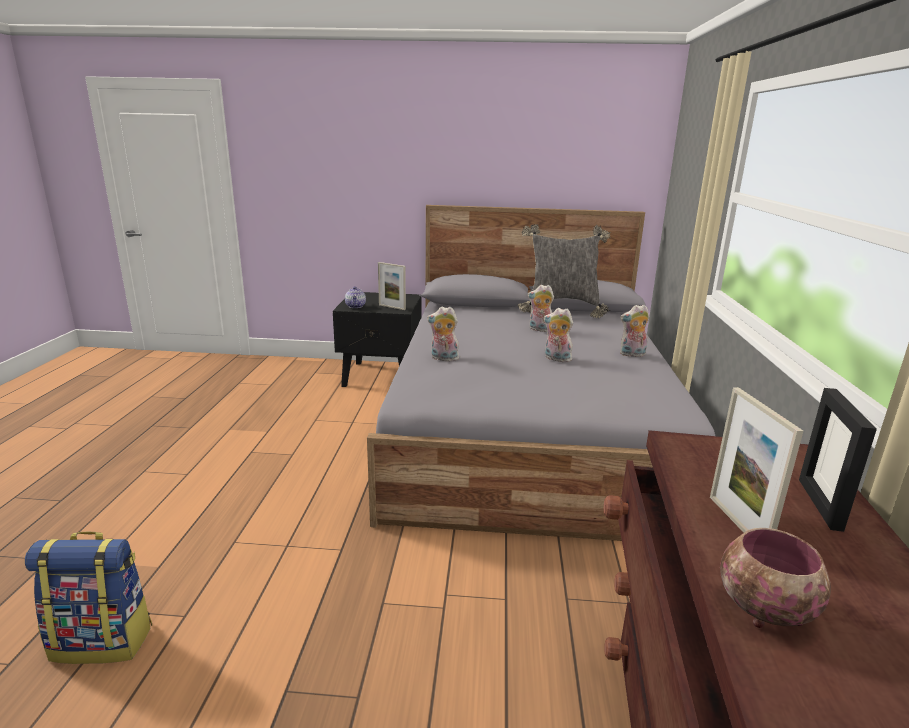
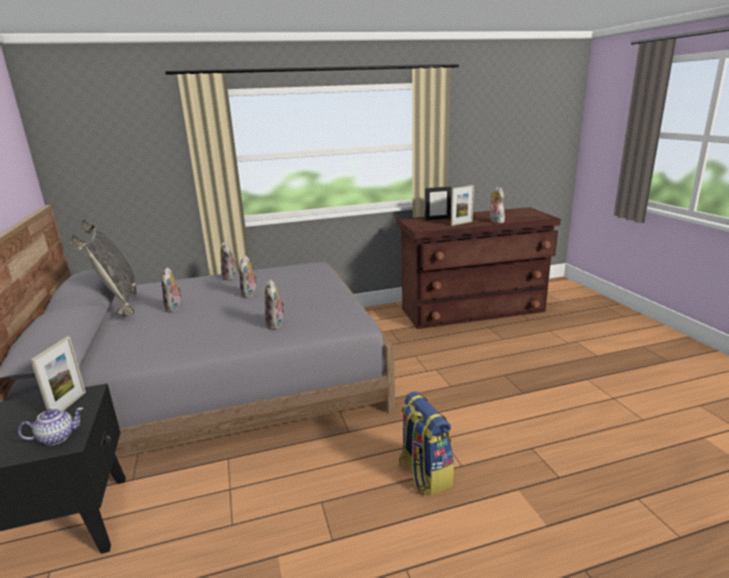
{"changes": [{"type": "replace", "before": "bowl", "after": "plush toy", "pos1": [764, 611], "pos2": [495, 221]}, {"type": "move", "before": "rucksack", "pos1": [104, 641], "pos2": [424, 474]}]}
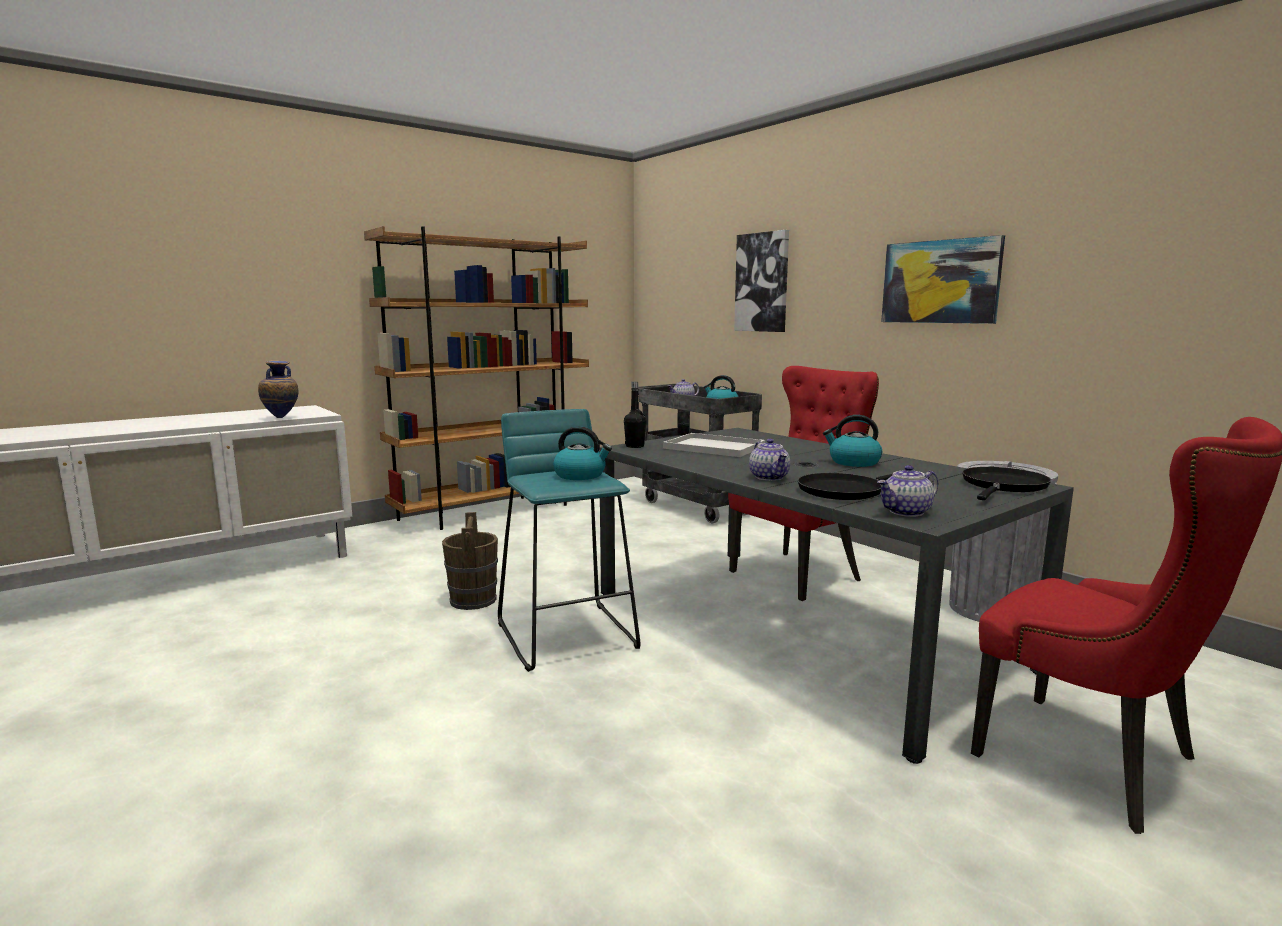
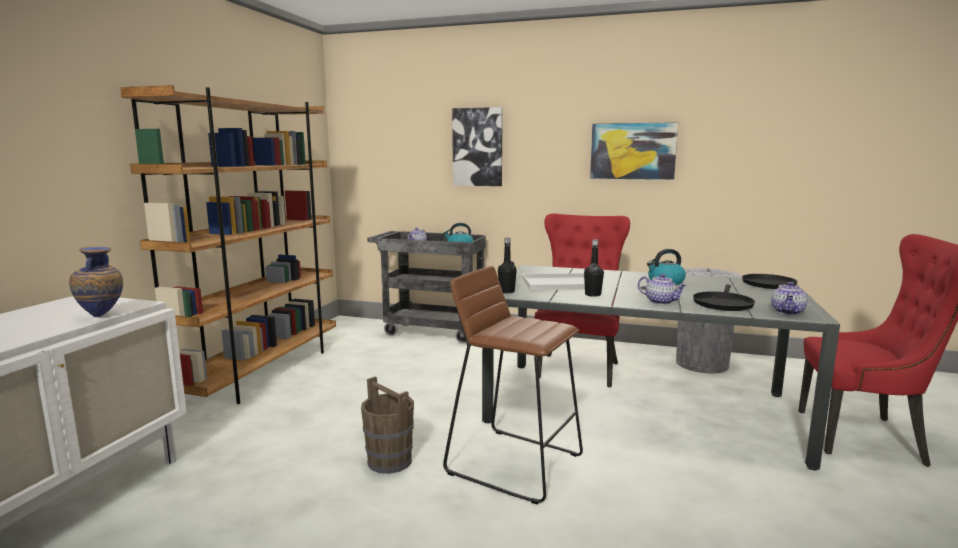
{"changes": [{"type": "recolor", "before": "turquoise stool seat", "after": "brownish stool seat", "pos1": [568, 634], "pos2": [514, 463]}, {"type": "delete", "before": "water kettle", "pos1": [581, 475]}, {"type": "insert", "after": "black-coloured bottle", "pos2": [592, 294]}]}
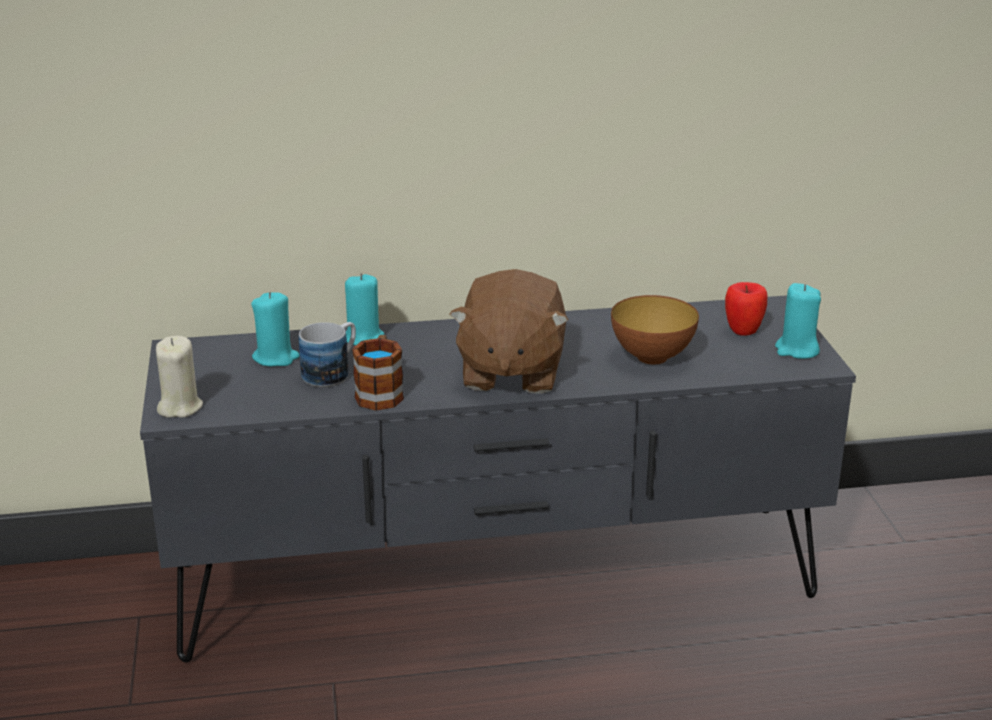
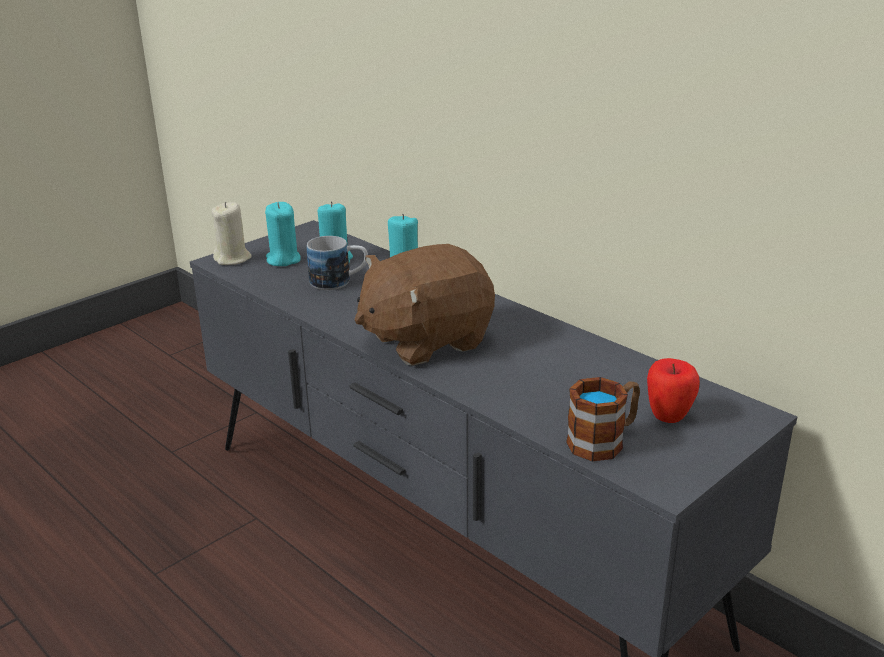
{"changes": [{"type": "move", "before": "turquoise candle", "pos1": [796, 350], "pos2": [283, 260]}, {"type": "delete", "before": "bowl", "pos1": [652, 357]}, {"type": "move", "before": "tea mug", "pos1": [380, 392], "pos2": [604, 441]}]}
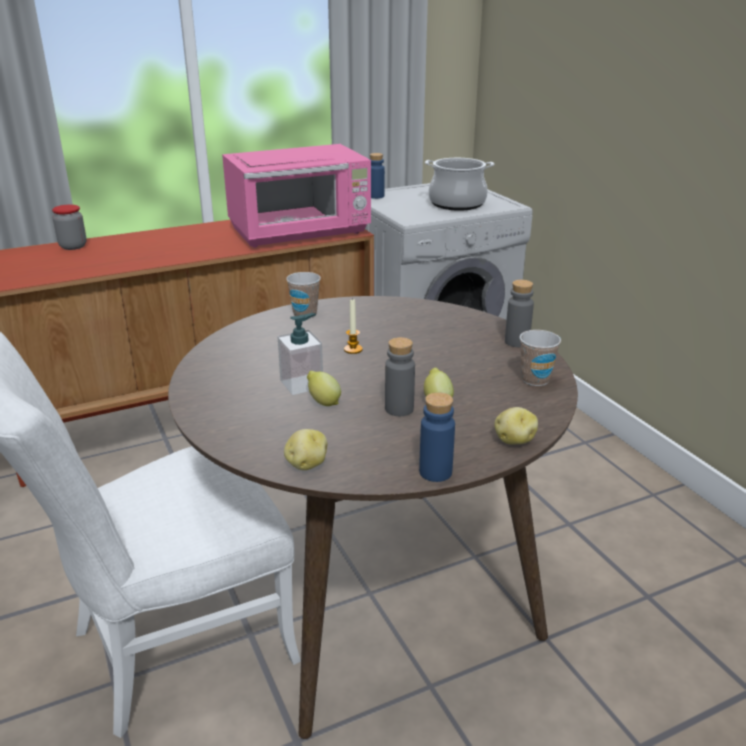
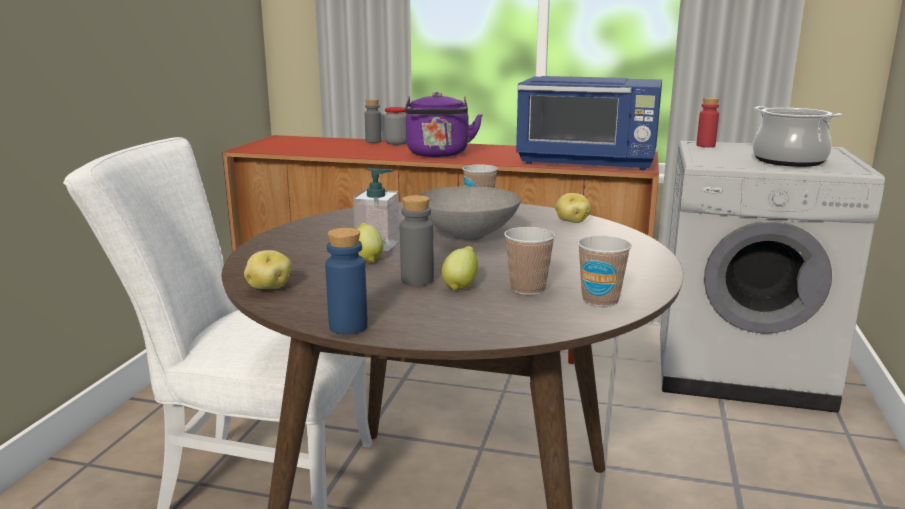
{"changes": [{"type": "recolor", "before": "pink-coloured microwave oven", "after": "bluish microwave oven", "pos1": [301, 233], "pos2": [589, 162]}, {"type": "recolor", "before": "bluish bottle", "after": "reddish bottle", "pos1": [376, 196], "pos2": [705, 145]}, {"type": "move", "before": "grey bottle", "pos1": [517, 342], "pos2": [373, 141]}, {"type": "replace", "before": "candle", "after": "grey bowl", "pos1": [353, 349], "pos2": [468, 236]}, {"type": "move", "before": "spud", "pos1": [513, 440], "pos2": [572, 221]}, {"type": "insert", "after": "purple water kettle", "pos2": [438, 154]}, {"type": "insert", "after": "cup", "pos2": [527, 289]}]}
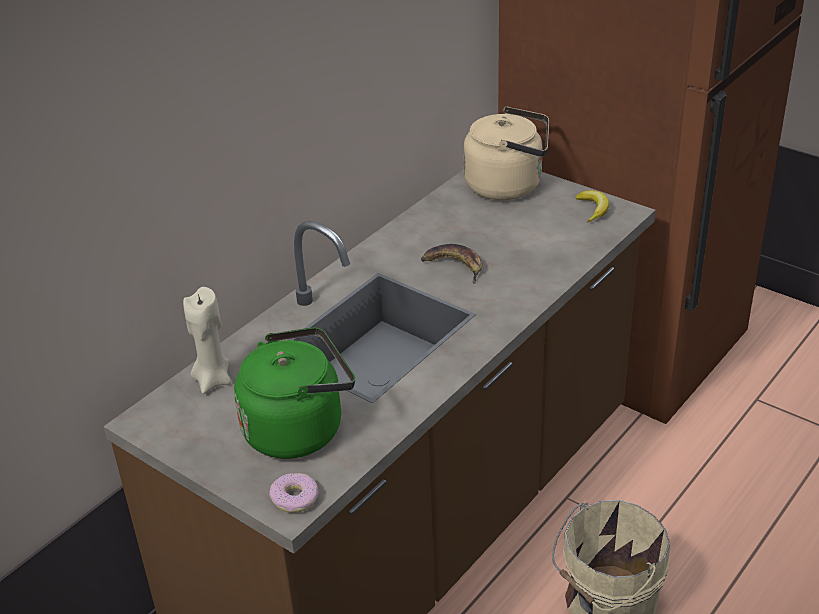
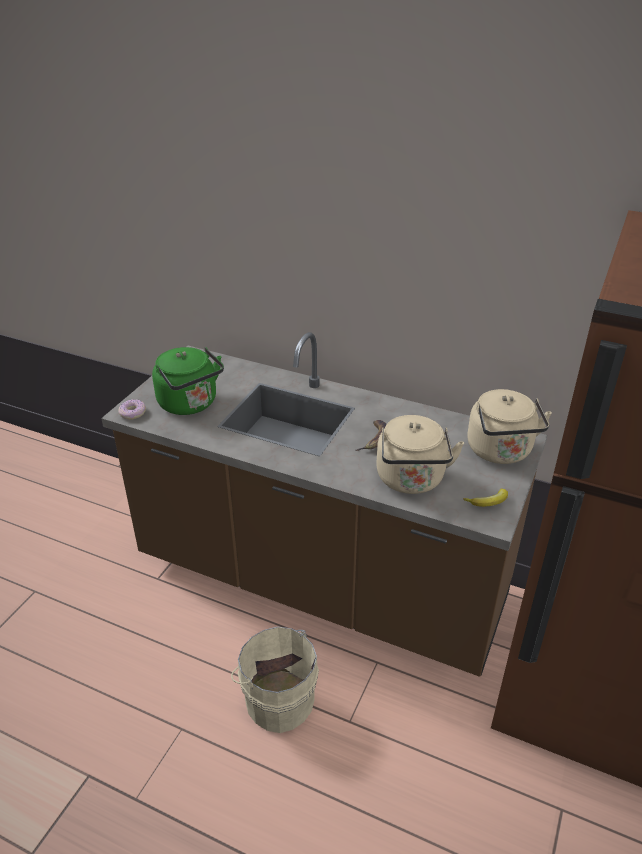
{"changes": [{"type": "delete", "before": "beige-coloured candle", "pos1": [213, 380]}, {"type": "insert", "after": "beige-coloured water kettle", "pos2": [411, 480]}]}
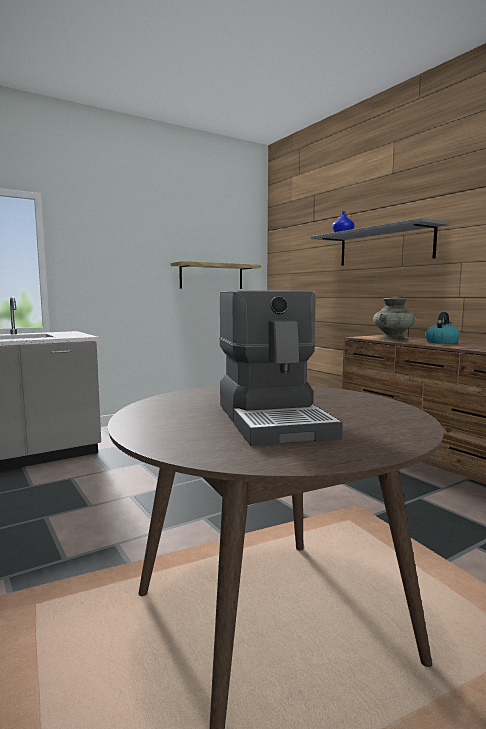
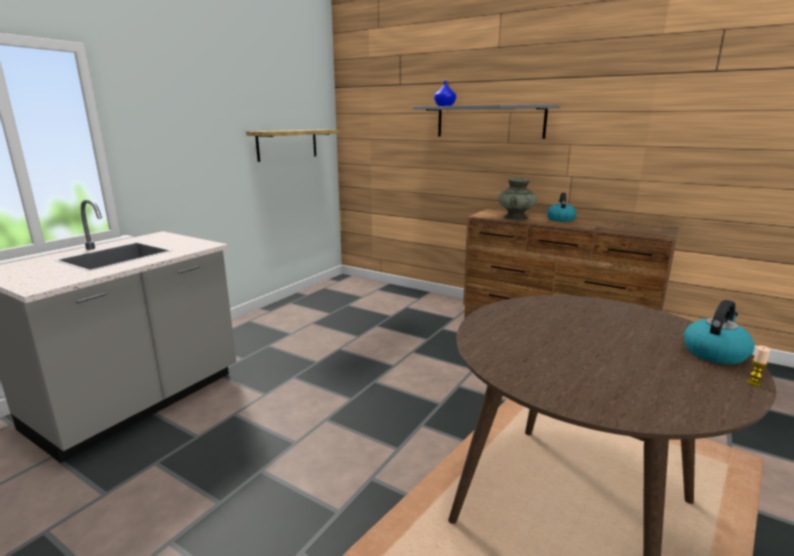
{"changes": [{"type": "delete", "before": "coffee maker", "pos1": [274, 420]}, {"type": "insert", "after": "water kettle", "pos2": [714, 352]}, {"type": "insert", "after": "candle", "pos2": [754, 382]}]}
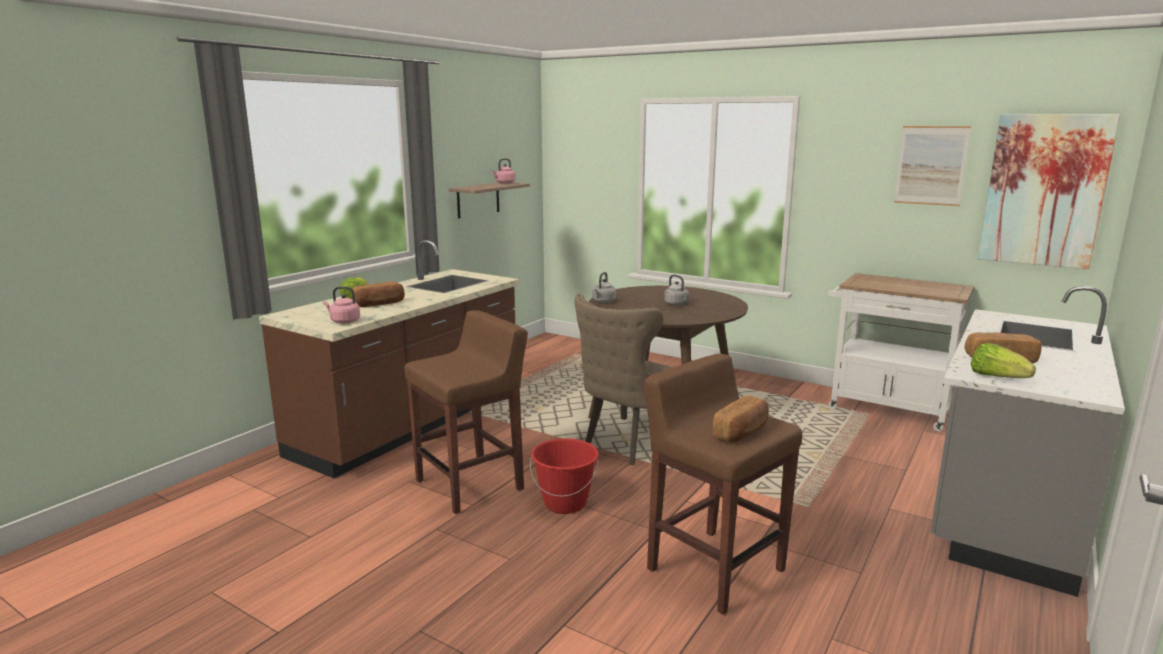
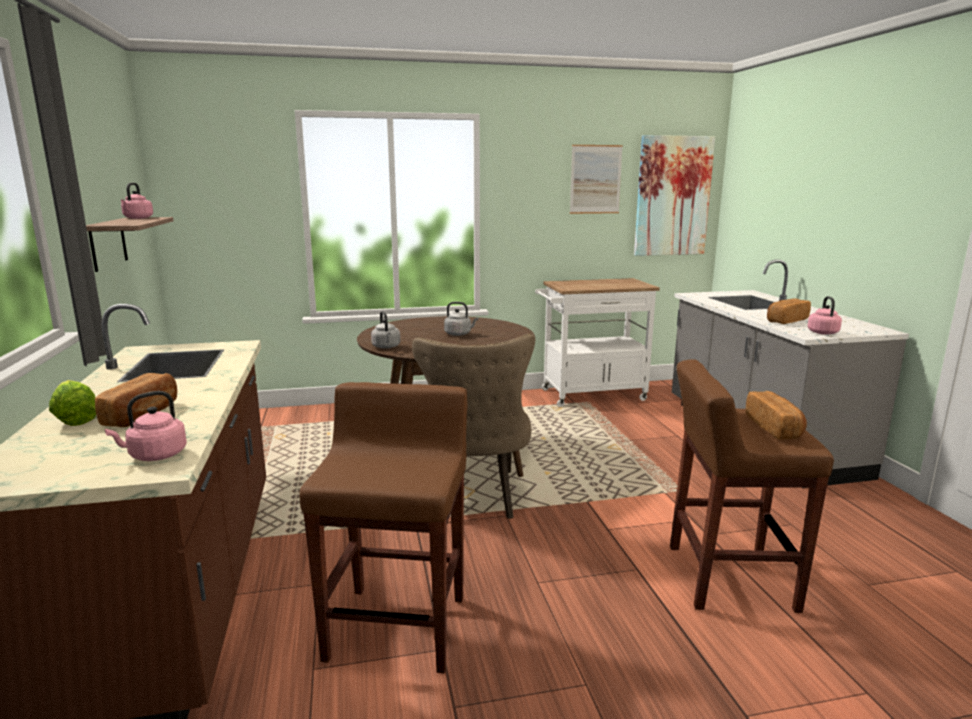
{"changes": [{"type": "replace", "before": "lettuce", "after": "pink-coloured water kettle", "pos1": [997, 377], "pos2": [822, 332]}, {"type": "delete", "before": "reddish bucket", "pos1": [565, 503]}]}
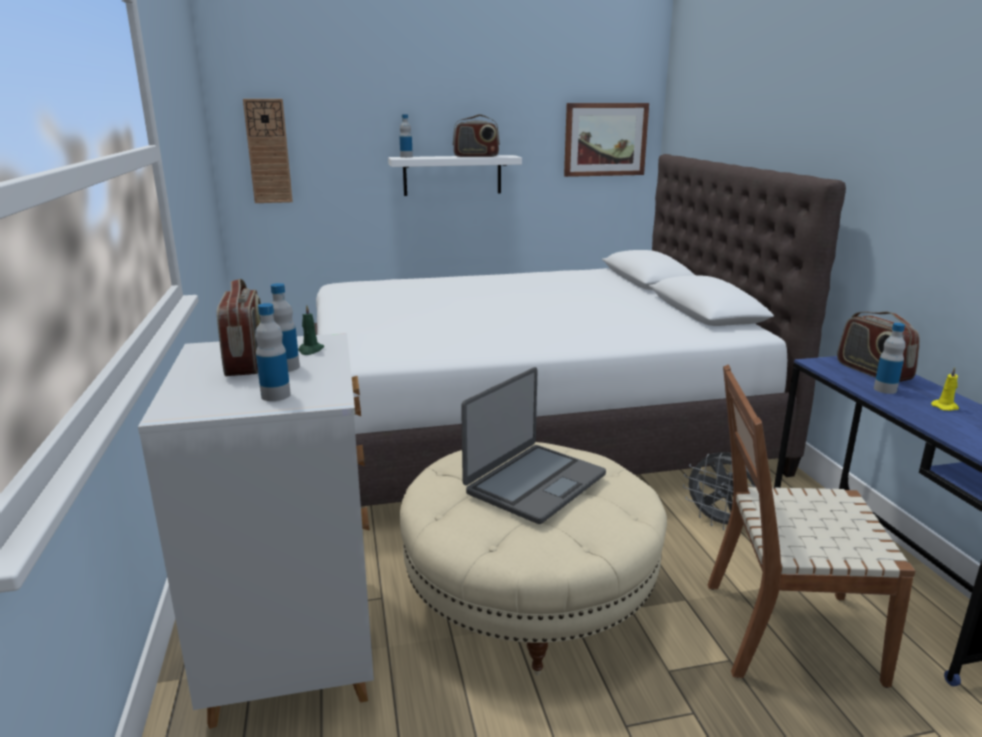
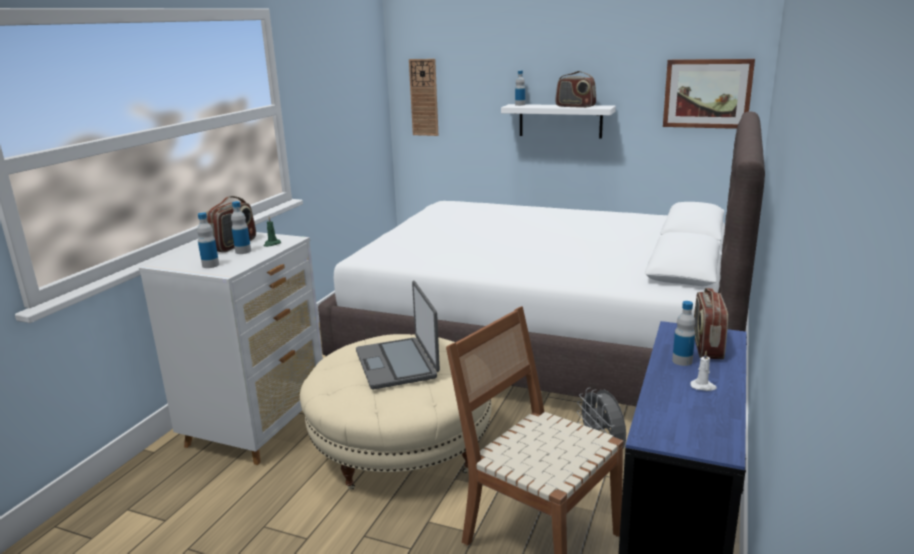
{"changes": [{"type": "rotate", "before": "notebook computer", "pos1": [534, 483], "pos2": [397, 364], "turn": 90}, {"type": "recolor", "before": "yellow-coloured candle", "after": "white candle", "pos1": [945, 407], "pos2": [703, 386]}]}
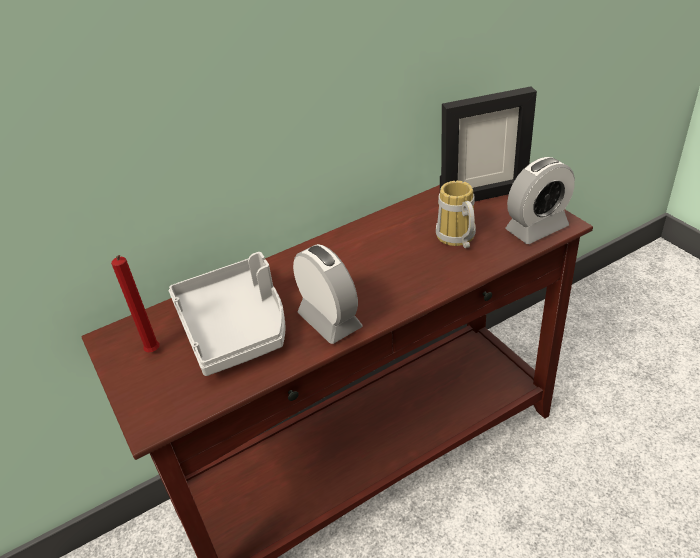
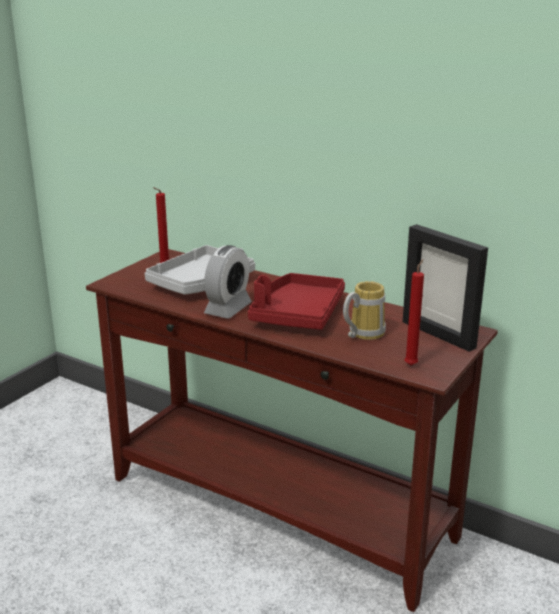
{"changes": [{"type": "replace", "before": "bedside clock", "after": "reddish candle", "pos1": [536, 228], "pos2": [411, 364]}, {"type": "insert", "after": "reddish tray", "pos2": [297, 314]}]}
